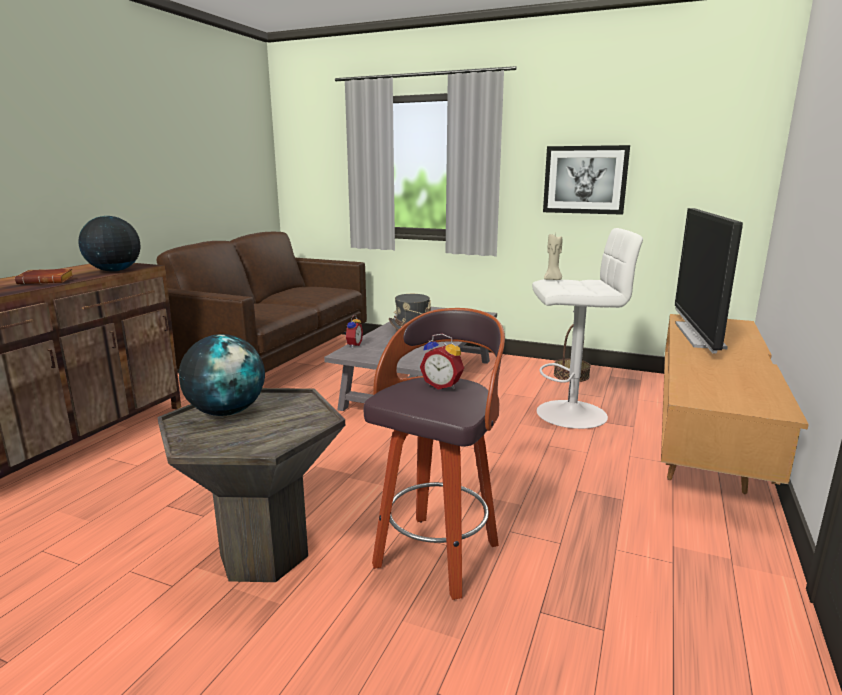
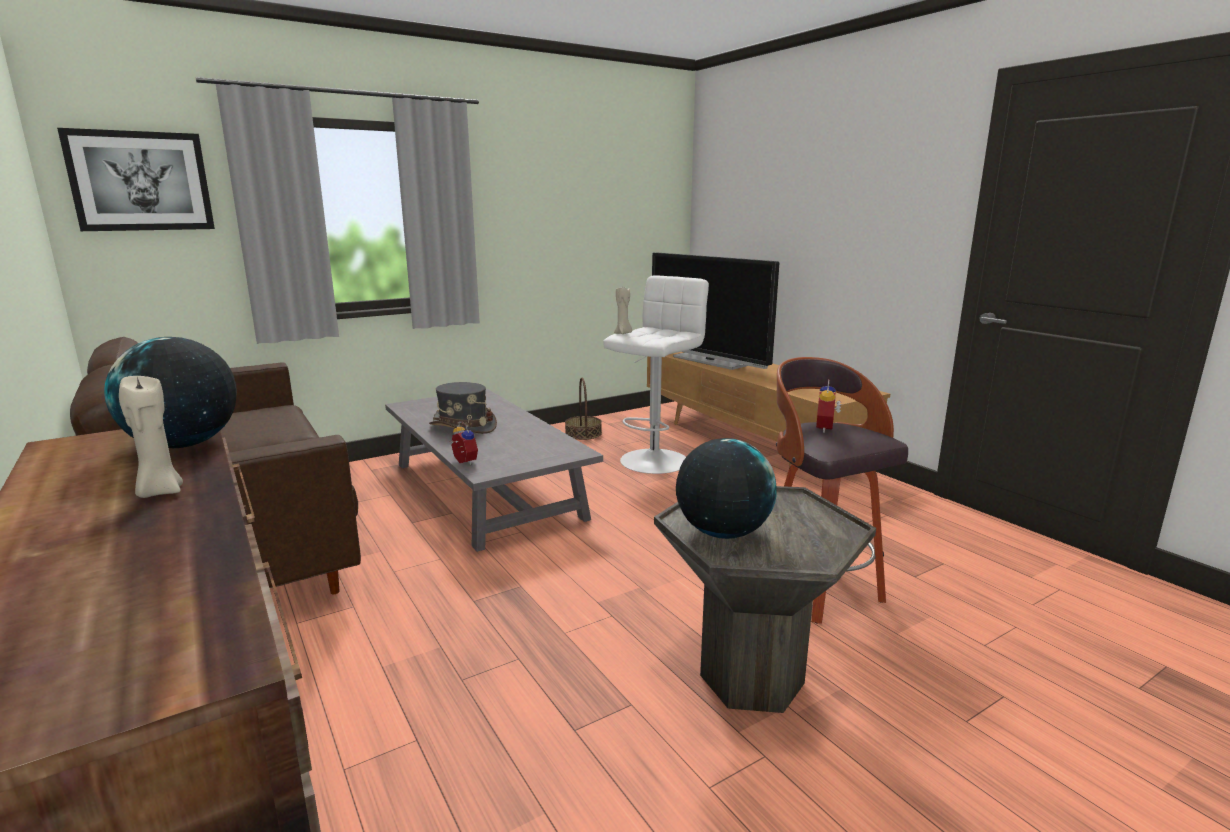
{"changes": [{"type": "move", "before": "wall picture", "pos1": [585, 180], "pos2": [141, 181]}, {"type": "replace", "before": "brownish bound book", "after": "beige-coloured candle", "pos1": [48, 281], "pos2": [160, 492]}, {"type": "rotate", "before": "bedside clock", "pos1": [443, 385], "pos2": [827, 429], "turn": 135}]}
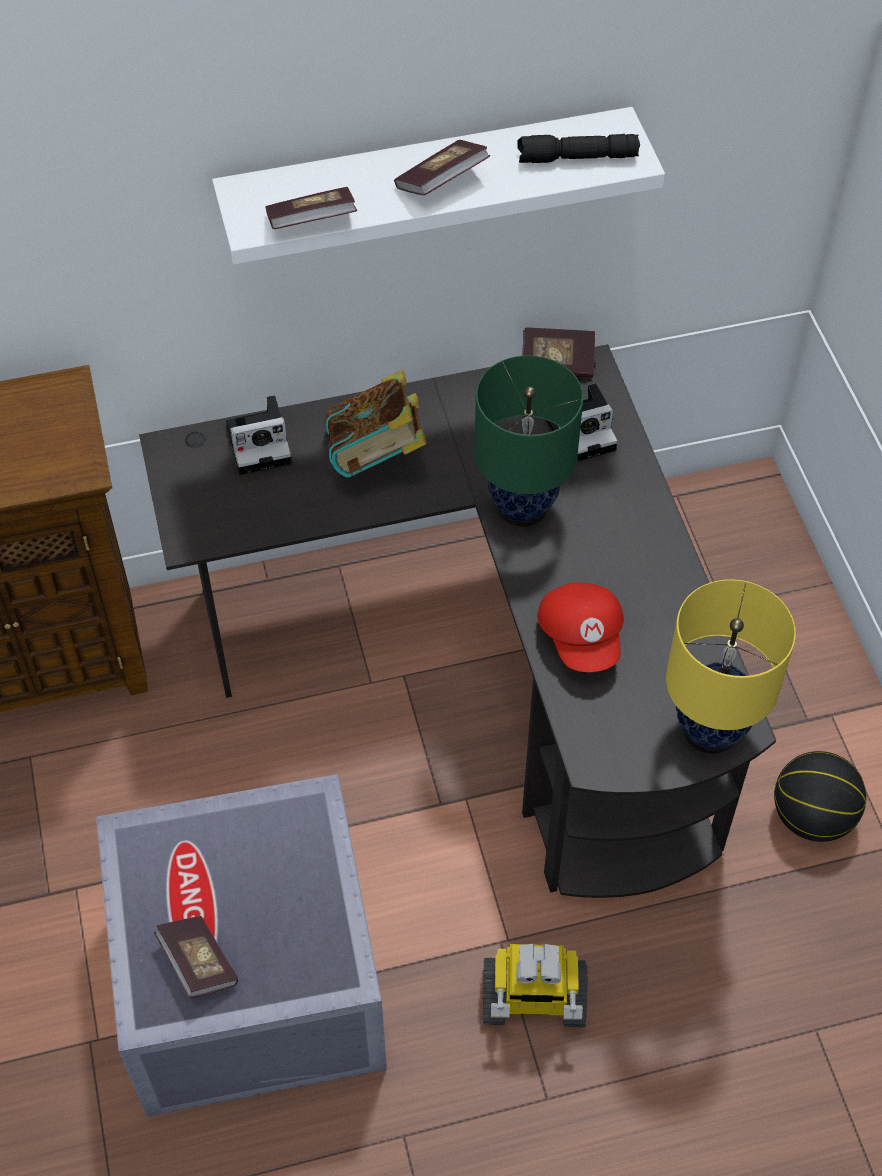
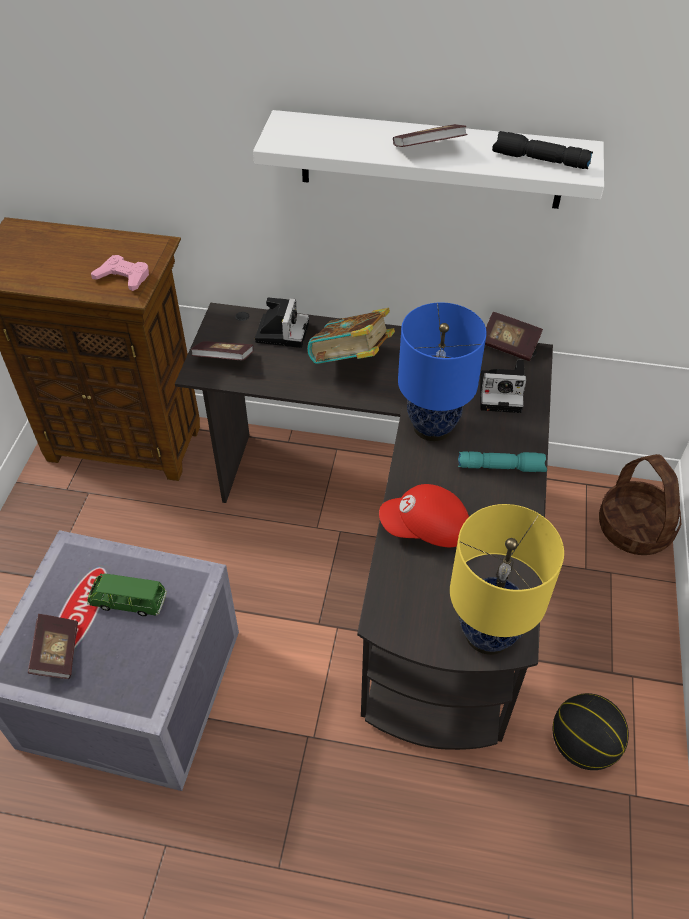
{"changes": [{"type": "move", "before": "bound book", "pos1": [312, 223], "pos2": [224, 359]}, {"type": "recolor", "before": "green-coloured tabletop lamp", "after": "bluish tabletop lamp", "pos1": [523, 506], "pos2": [432, 427]}, {"type": "rotate", "before": "still camera", "pos1": [262, 443], "pos2": [282, 331], "turn": -90}, {"type": "rotate", "before": "reddish cap", "pos1": [582, 637], "pos2": [426, 529], "turn": 75}, {"type": "delete", "before": "model robot", "pos1": [532, 1000]}, {"type": "insert", "after": "pink-coloured gamepad", "pos2": [123, 277]}, {"type": "insert", "after": "turquoise flashlight", "pos2": [501, 466]}, {"type": "insert", "after": "basket", "pos2": [635, 529]}, {"type": "insert", "after": "green-coloured model car", "pos2": [128, 601]}]}
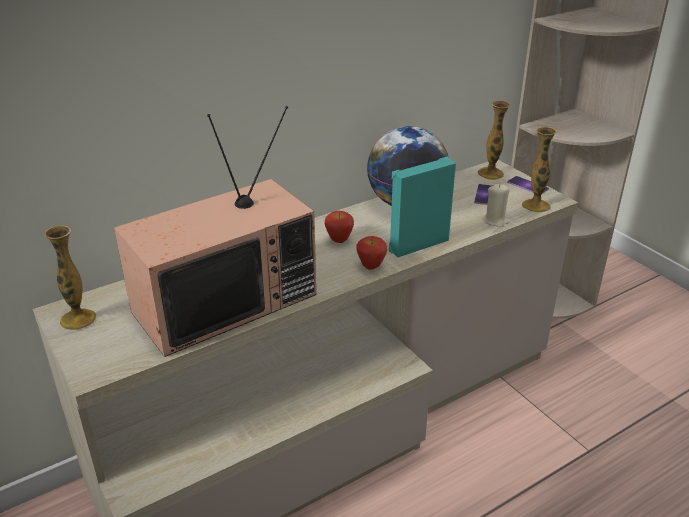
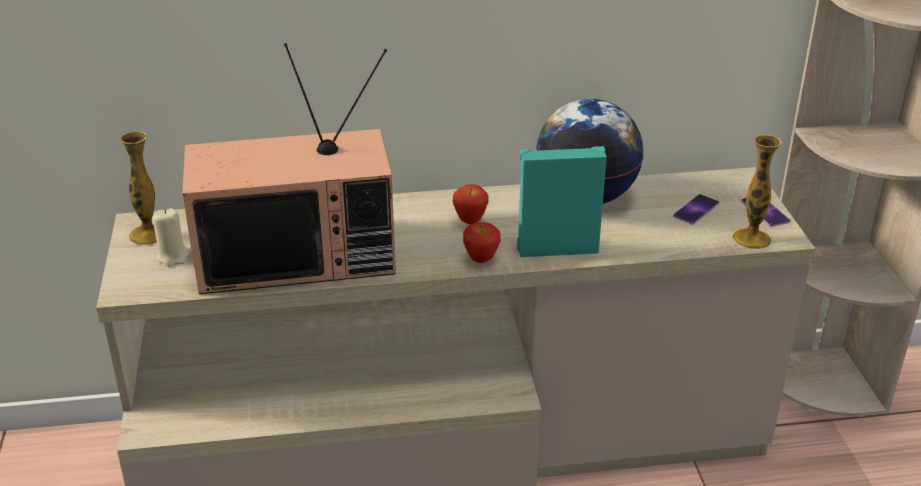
{"changes": [{"type": "delete", "before": "decorative vase", "pos1": [490, 173]}, {"type": "move", "before": "beige-coloured candle", "pos1": [495, 221], "pos2": [173, 257]}]}
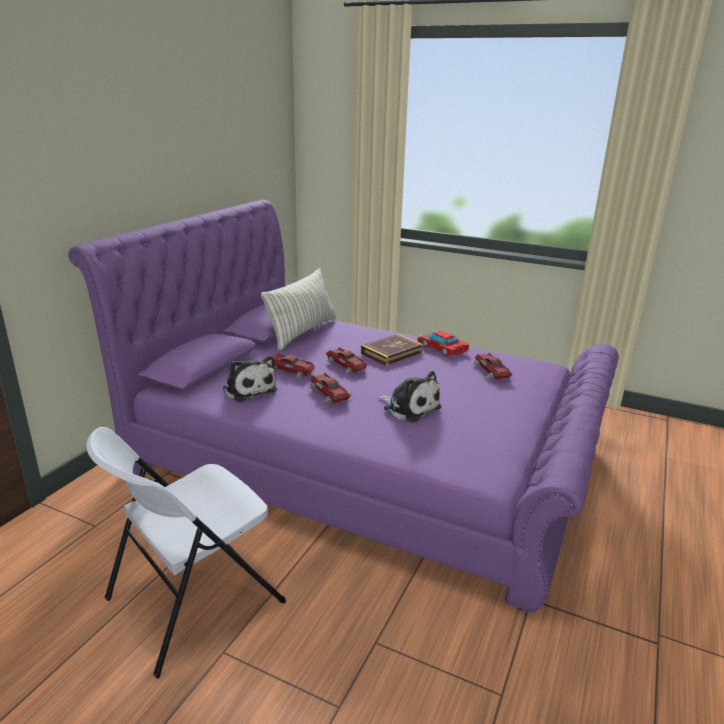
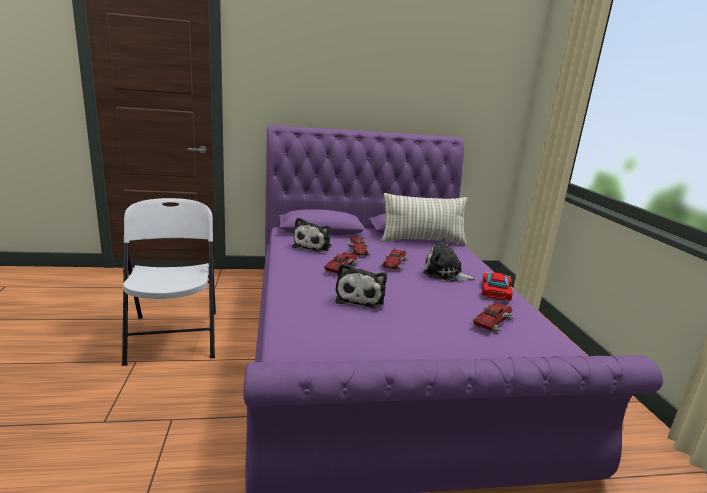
{"changes": [{"type": "replace", "before": "bound book", "after": "plush toy", "pos1": [392, 353], "pos2": [445, 274]}, {"type": "rotate", "before": "white plain chair", "pos1": [195, 599], "pos2": [174, 336], "turn": 60}]}
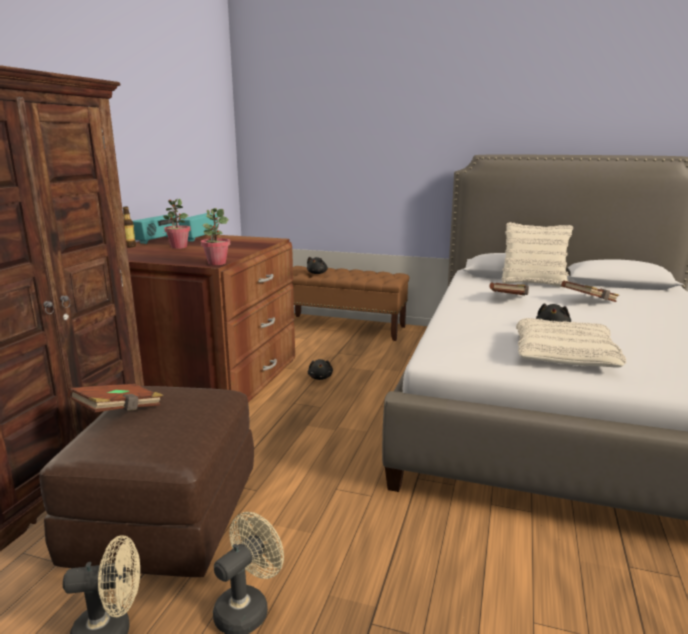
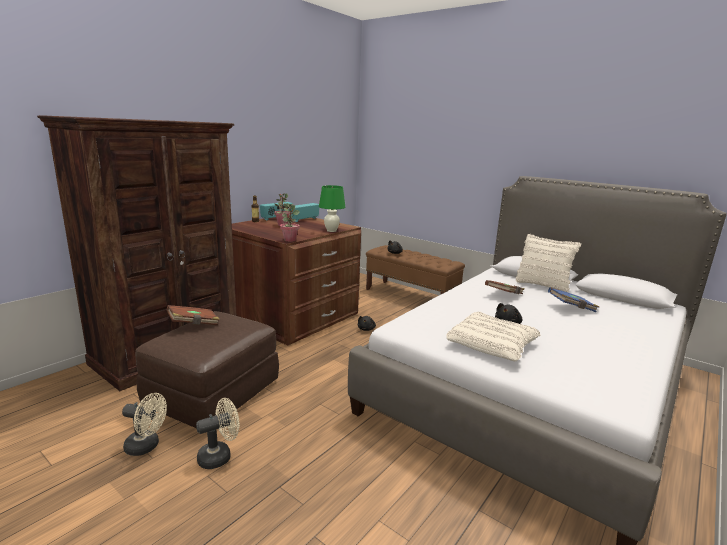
{"changes": [{"type": "recolor", "before": "brownish bound book", "after": "bluish bound book", "pos1": [589, 302], "pos2": [571, 308]}, {"type": "insert", "after": "green-coloured tabletop lamp", "pos2": [331, 230]}]}
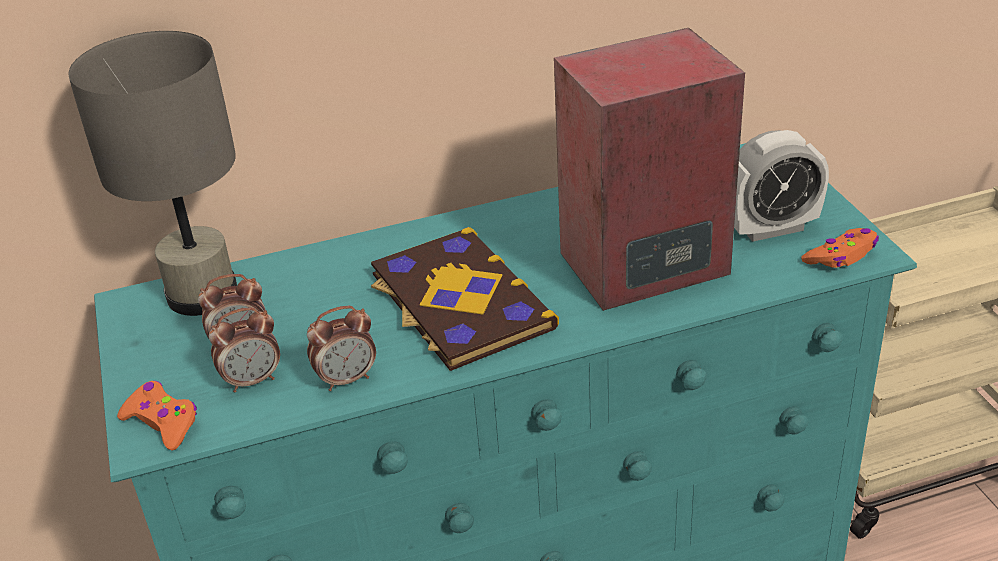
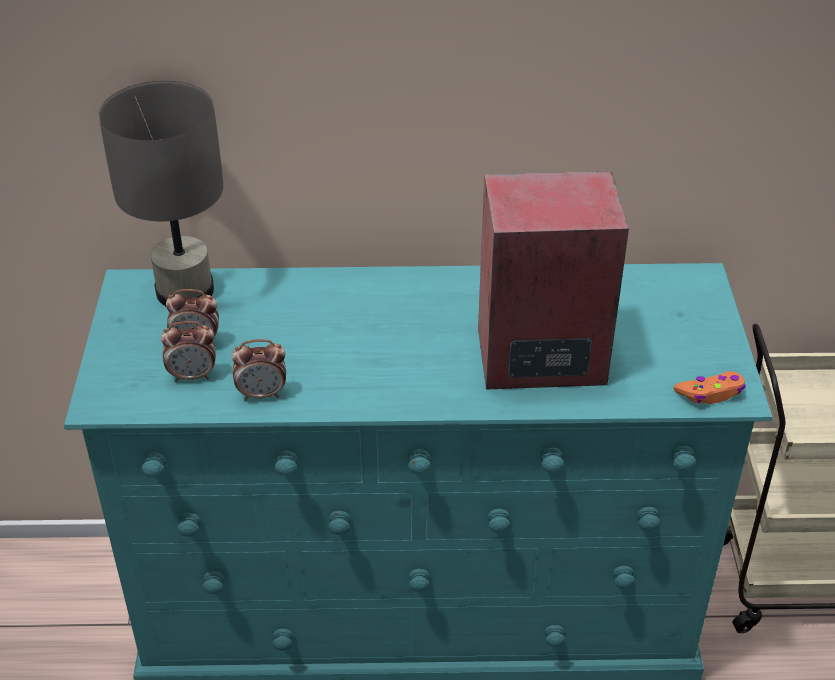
{"changes": [{"type": "delete", "before": "bedside clock", "pos1": [771, 228]}, {"type": "delete", "before": "bound book", "pos1": [459, 302]}, {"type": "delete", "before": "orange gamepad", "pos1": [162, 422]}]}
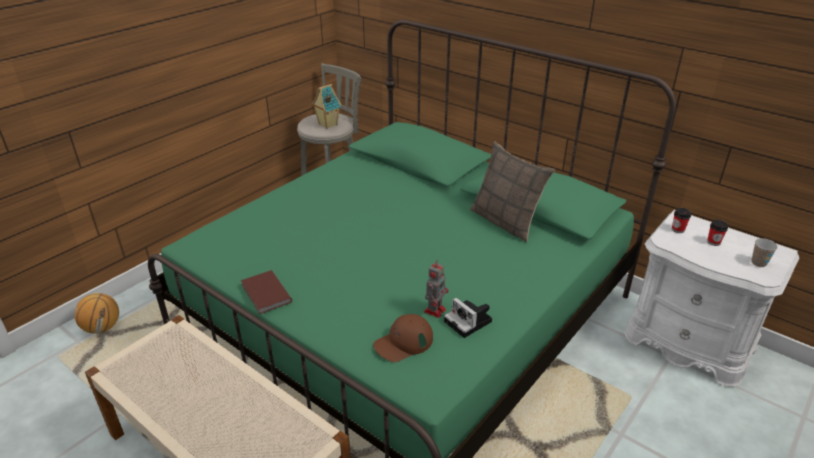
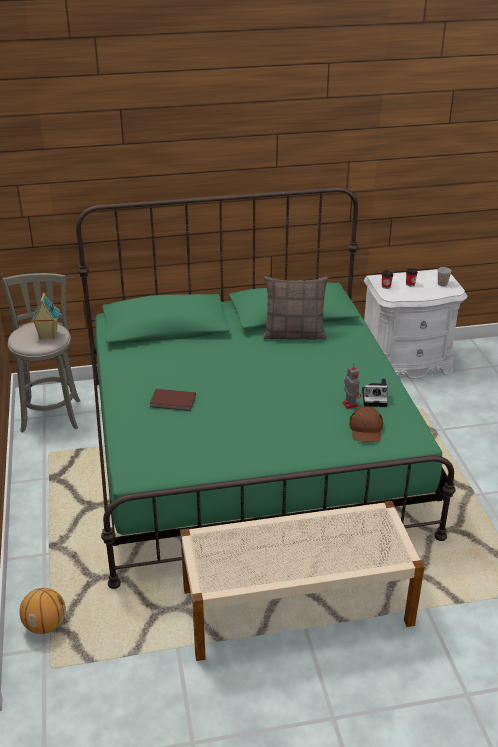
{"changes": [{"type": "move", "before": "brownish bound book", "pos1": [265, 294], "pos2": [173, 402]}]}
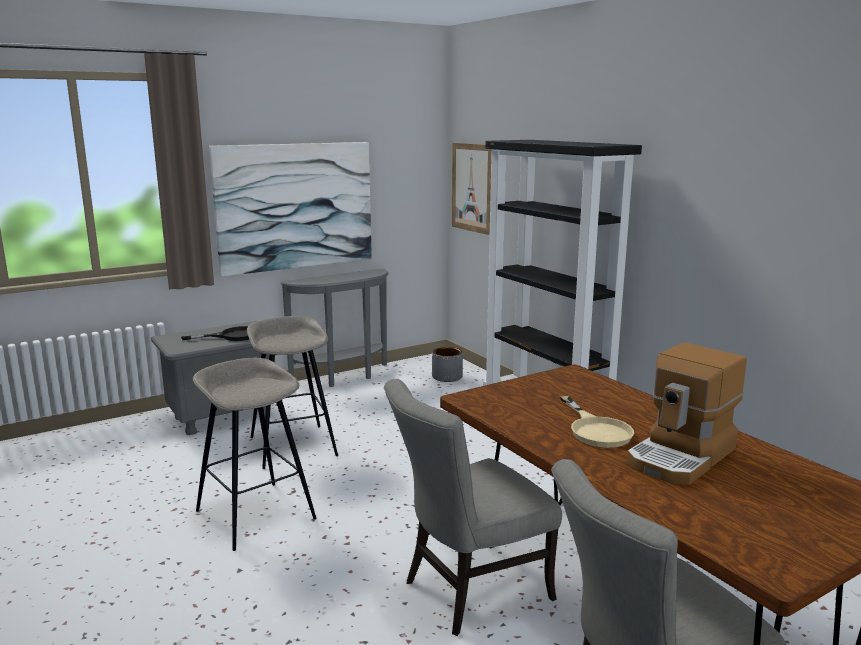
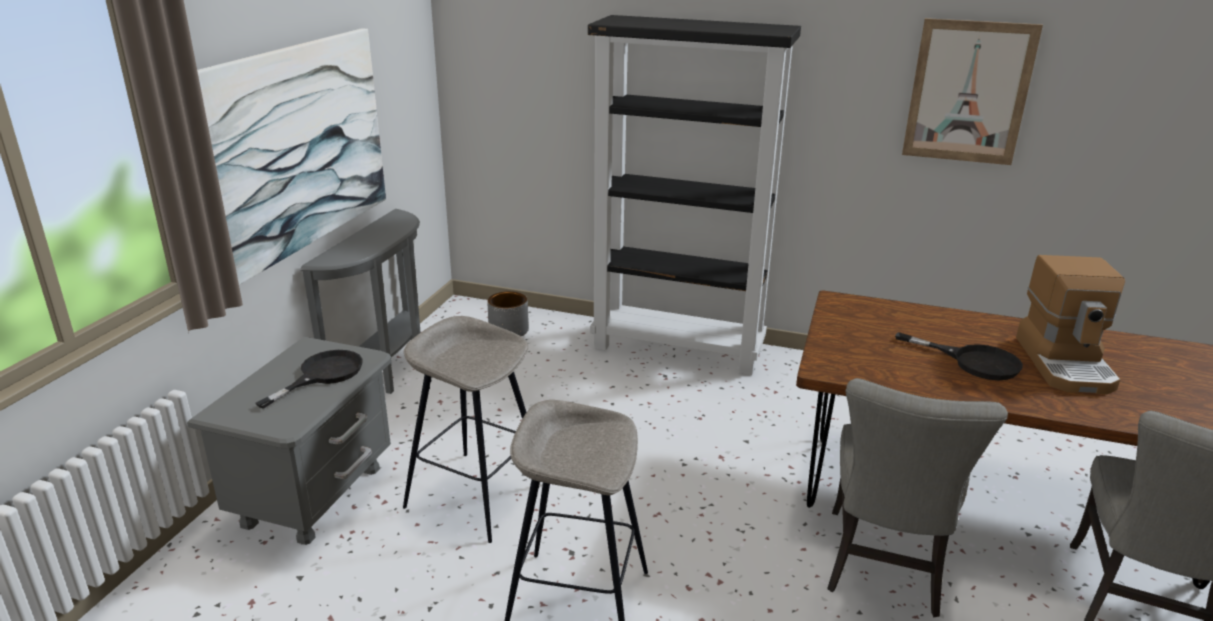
{"changes": [{"type": "move", "before": "wall picture", "pos1": [472, 187], "pos2": [968, 92]}, {"type": "recolor", "before": "beige-coloured skillet", "after": "black-coloured skillet", "pos1": [596, 430], "pos2": [973, 361]}]}
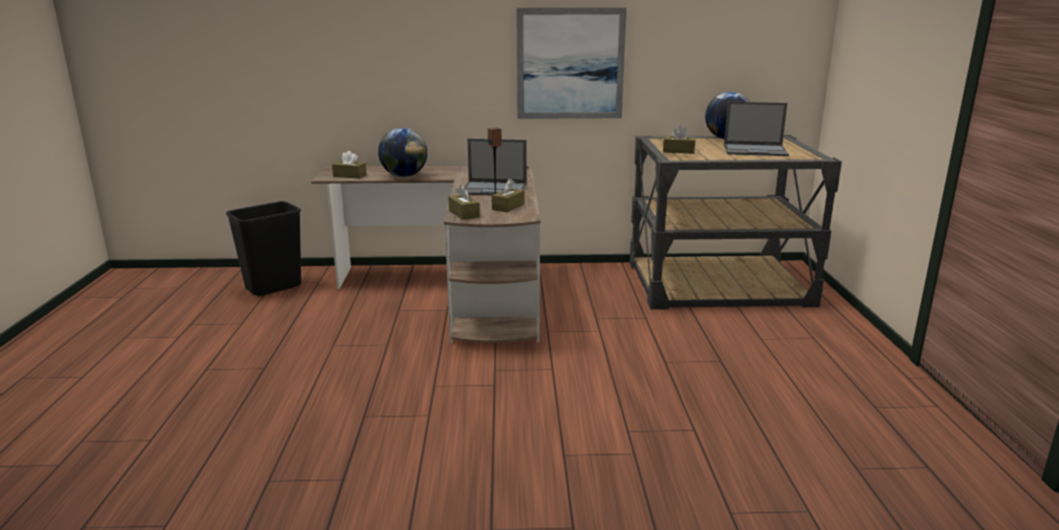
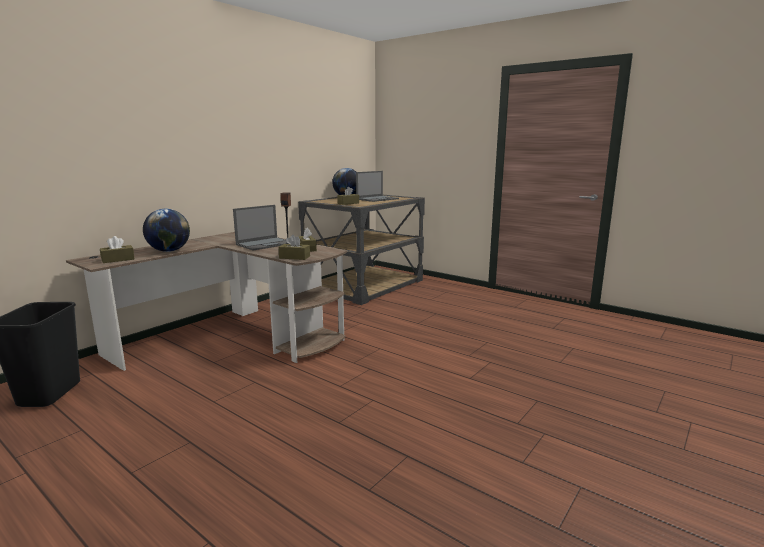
{"changes": [{"type": "delete", "before": "wall picture", "pos1": [570, 64]}]}
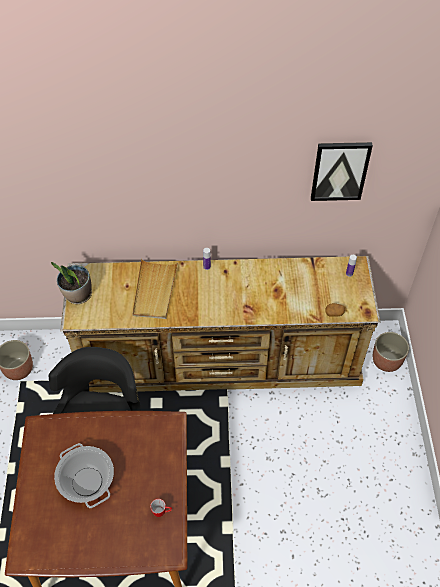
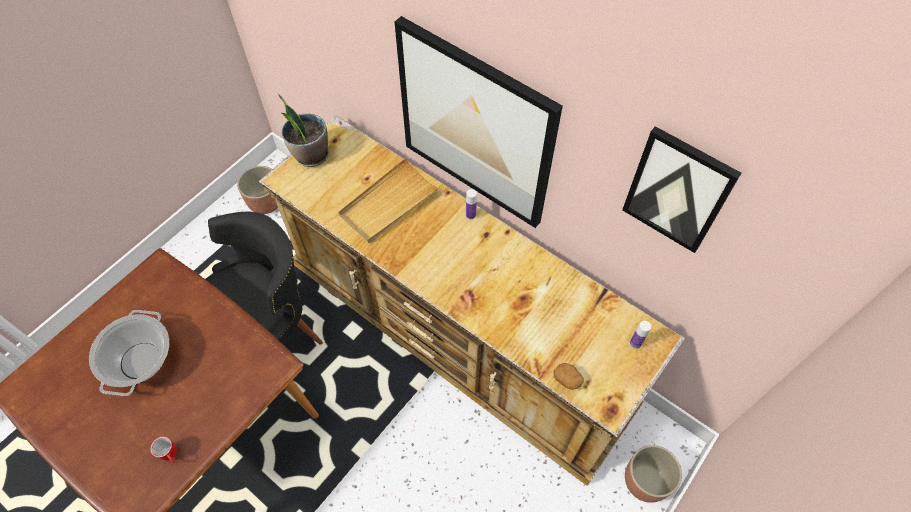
{"changes": [{"type": "insert", "after": "wall picture", "pos2": [475, 126]}]}
